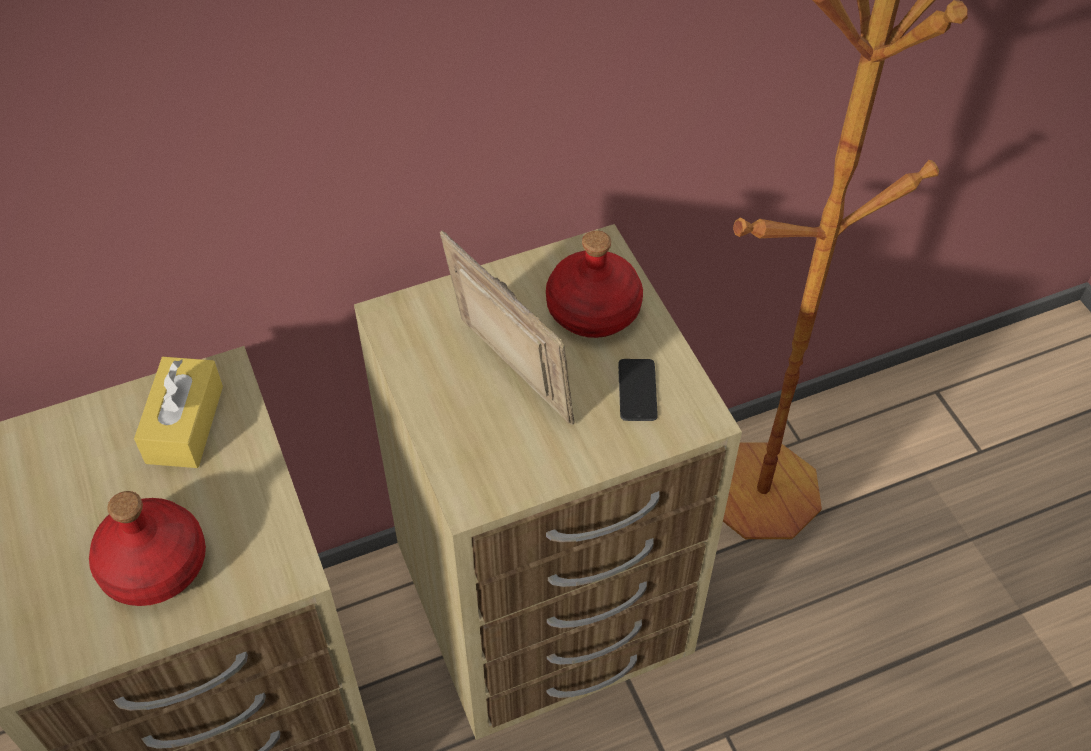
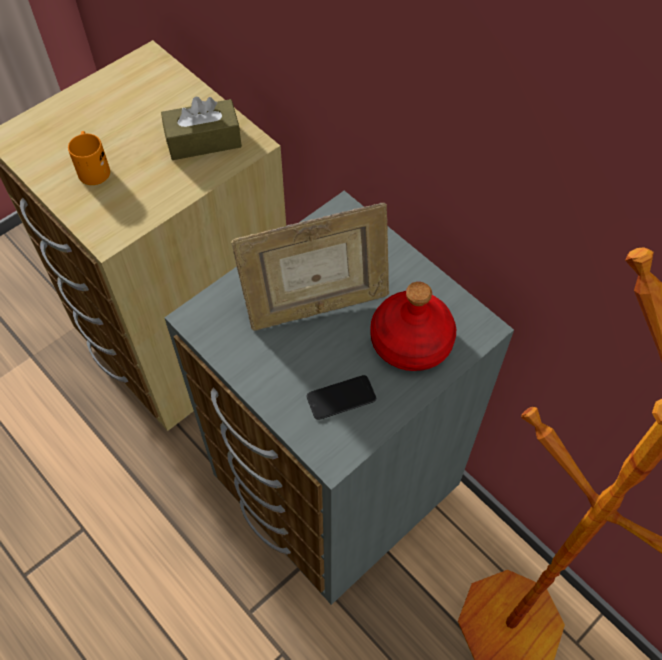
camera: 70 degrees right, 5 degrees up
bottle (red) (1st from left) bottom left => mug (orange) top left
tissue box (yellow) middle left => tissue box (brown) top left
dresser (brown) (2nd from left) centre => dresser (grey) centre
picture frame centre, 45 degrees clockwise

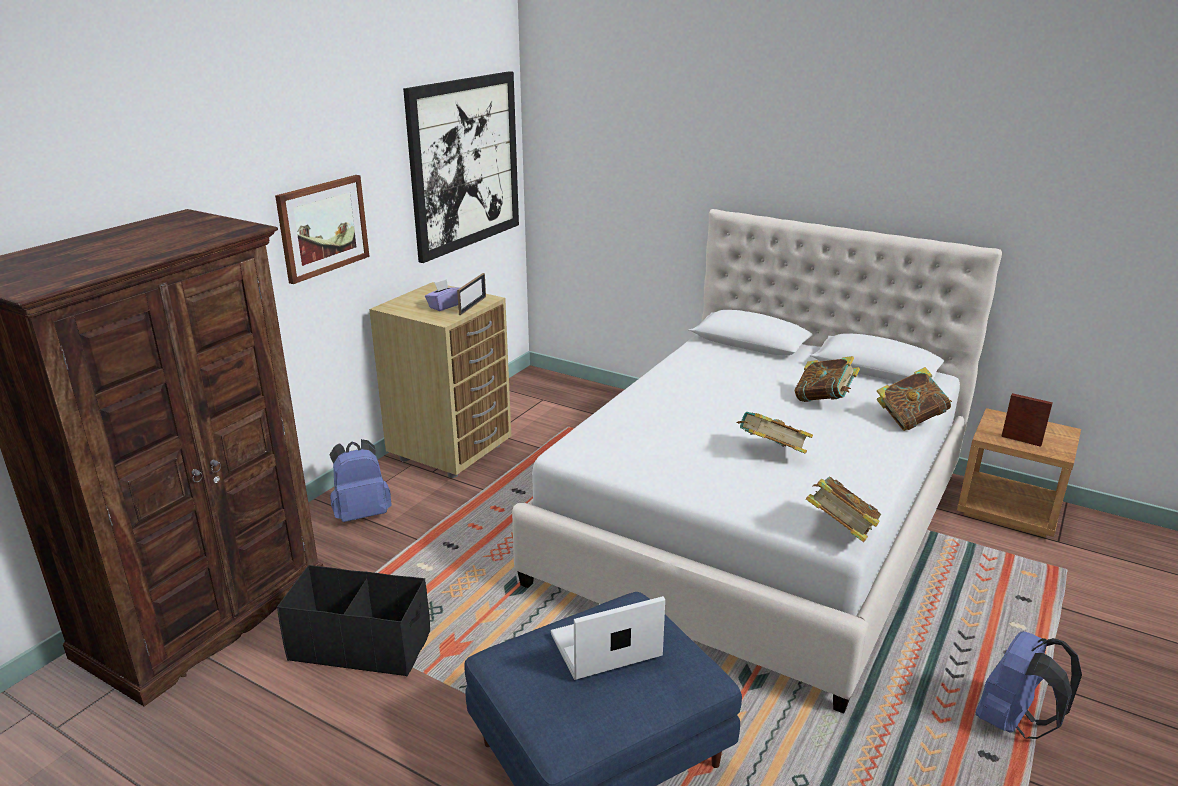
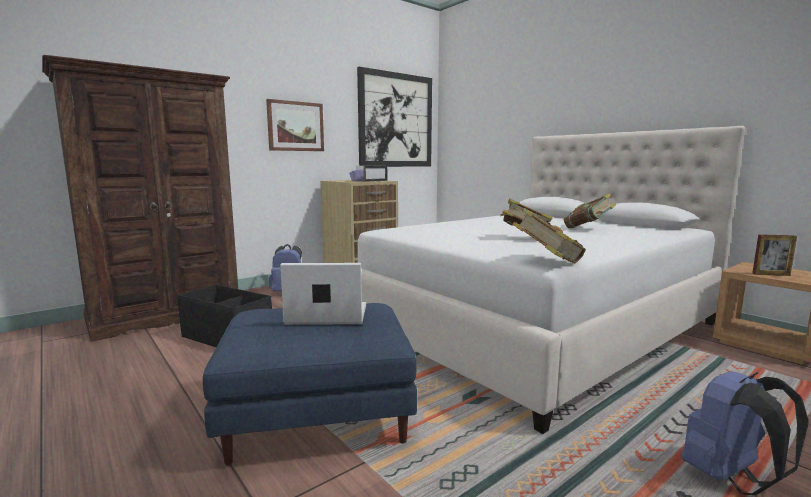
camera: 20 degrees right, 15 degrees down
picture frame (2nd from left) middle right, 135 degrees clockwise
book (4th from left) middle right => nothing

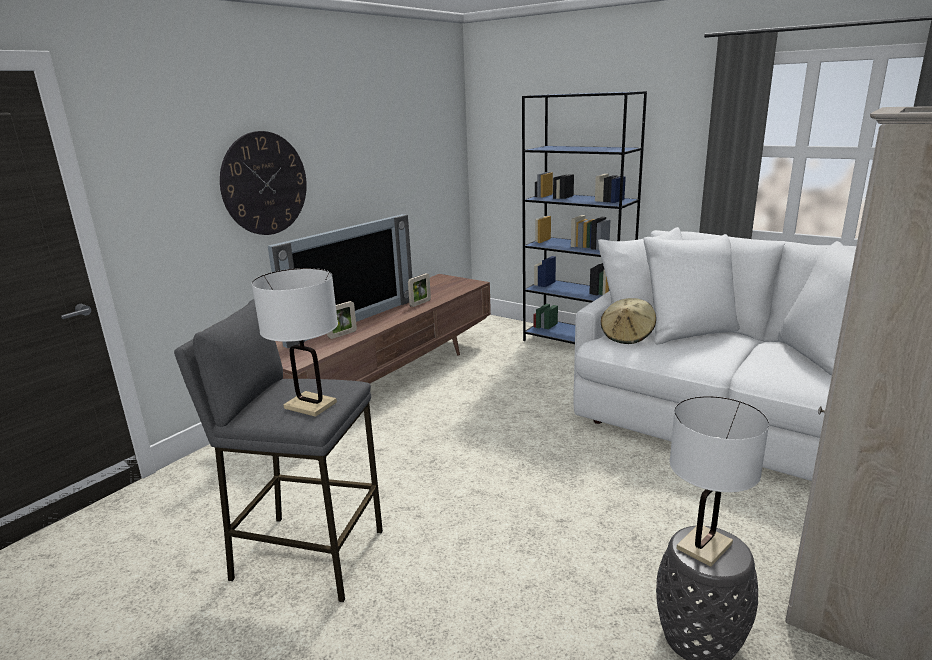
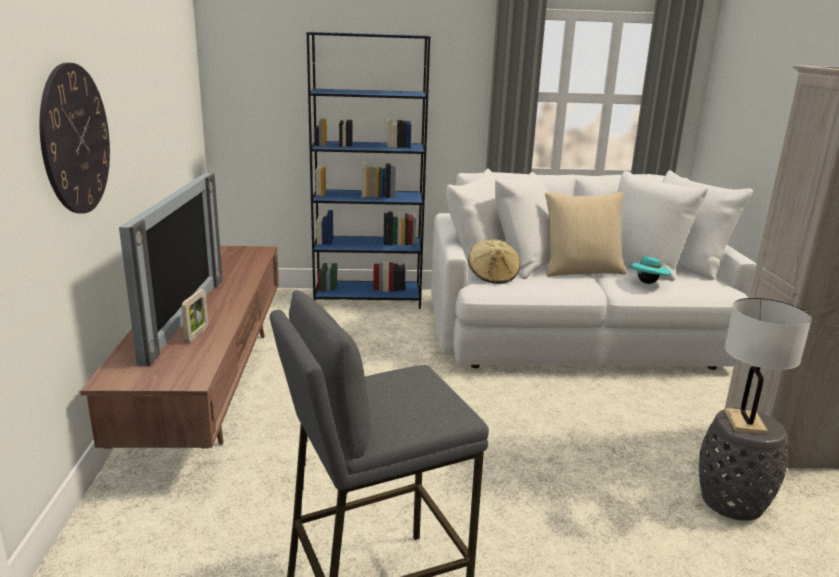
camera: 40 degrees left, 0 degrees up
nothing => pillow (beige) middle right
nothing => hat (turquoise) middle right
table lamp (white) (1st from left) middle left => nothing
picture frame (2nd from left) centre => nothing

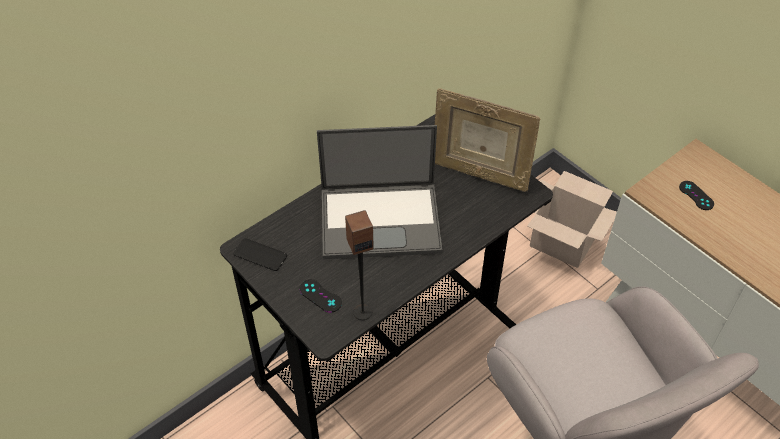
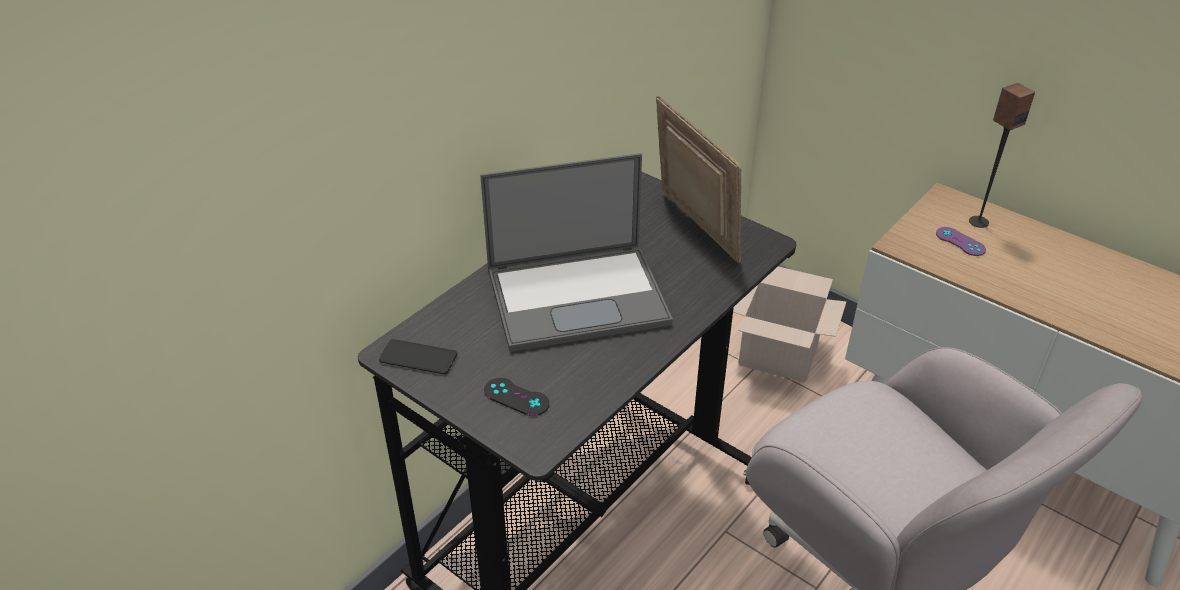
camera: 10 degrees left, 10 degrees down
picture frame top centre, 135 degrees counterclockwise
game controller (black) (2nd from left) middle right => game controller (purple) middle right
speaker centre => speaker top right, move

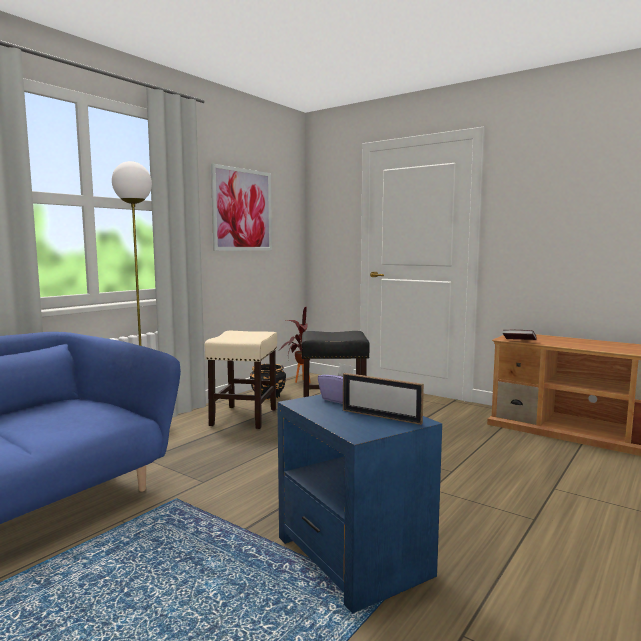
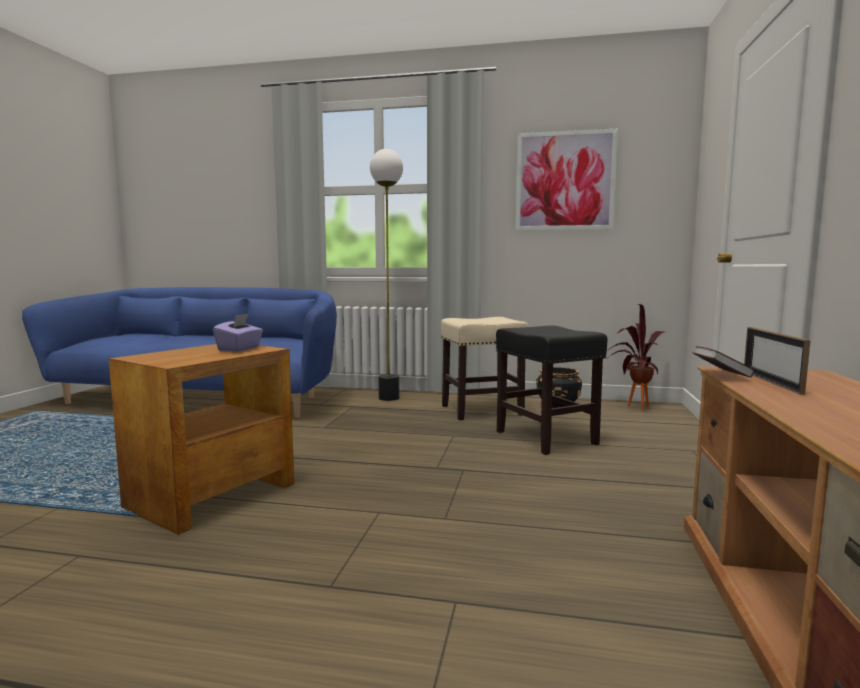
camera: 65 degrees right, 0 degrees up
side table (blue) bottom centre => side table (brown) middle left
picture frame centre => picture frame middle right, move

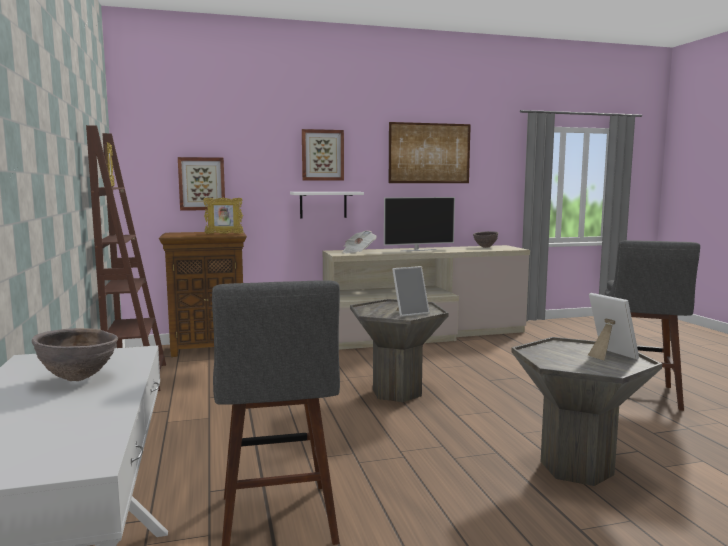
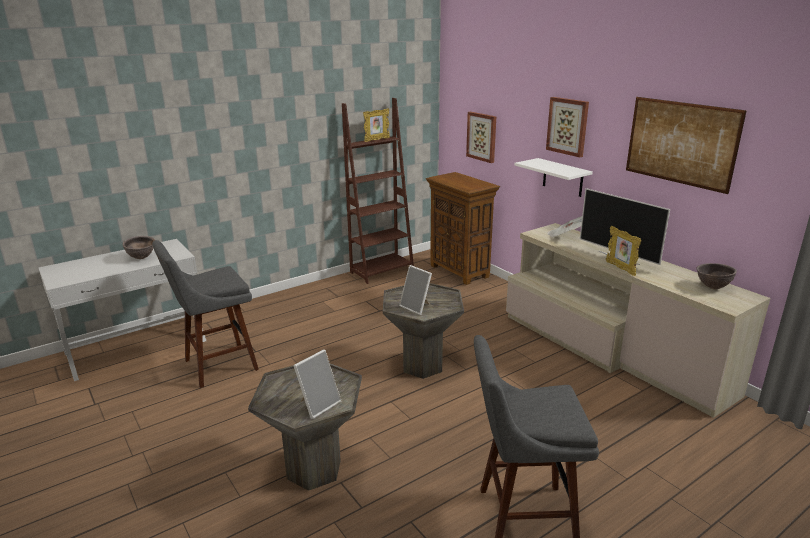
camera: 70 degrees right, 15 degrees up
picture frame (2nd from left in the first image) middle left => picture frame (4th from left) middle right, move

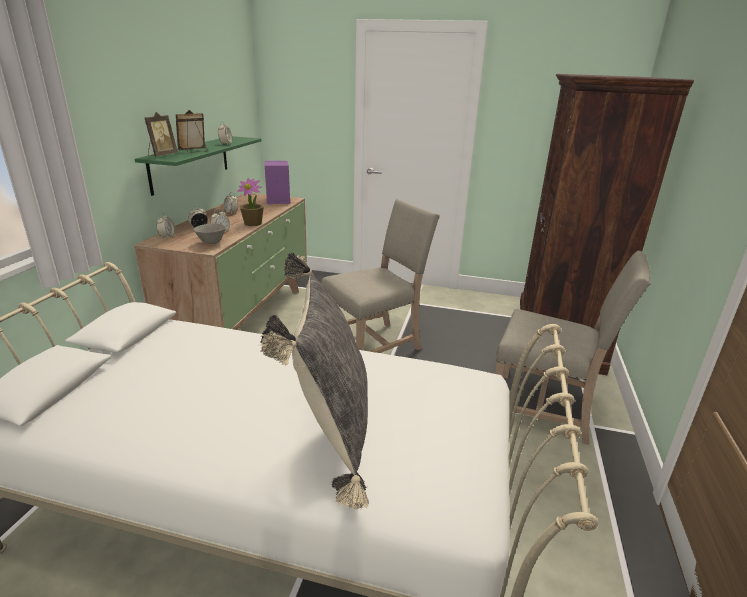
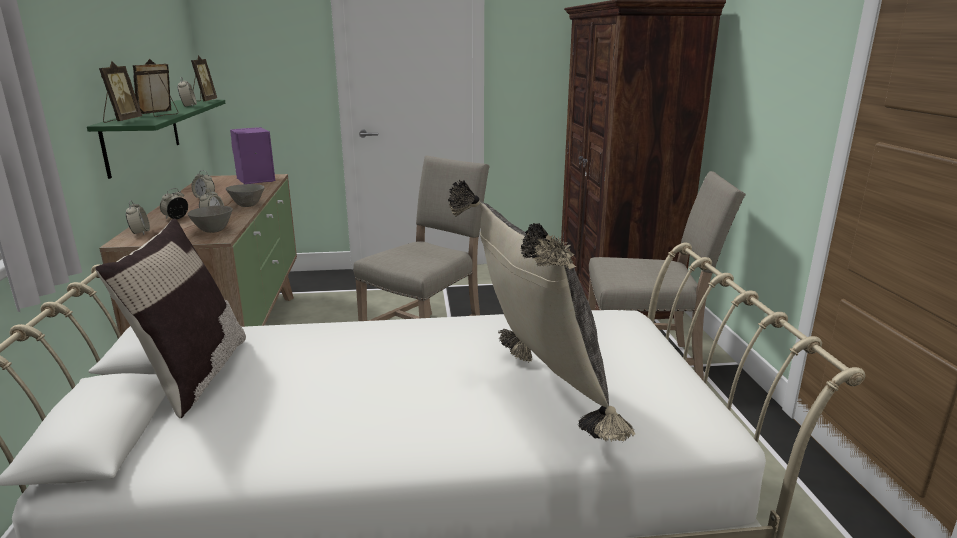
camera: 20 degrees left, 5 degrees down
nothing => pillow (1st from left) middle left
nothing => picture frame (3rd from left) top left
potted plant centre => bowl (grey) (2nd from left) middle left

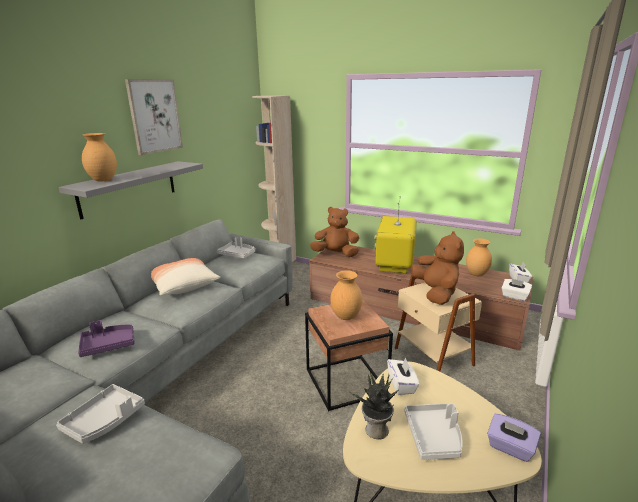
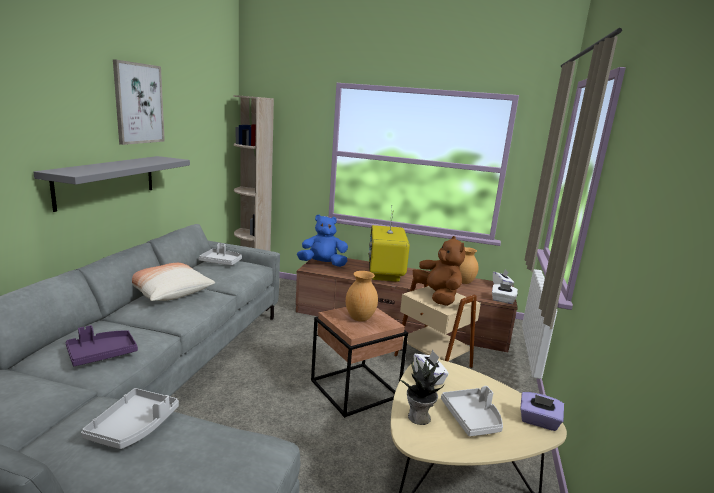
camera: 15 degrees left, 5 degrees down
plush toy (brown) (1st from left) centre => plush toy (blue) centre
vase (brown) (1st from left) top left => nothing

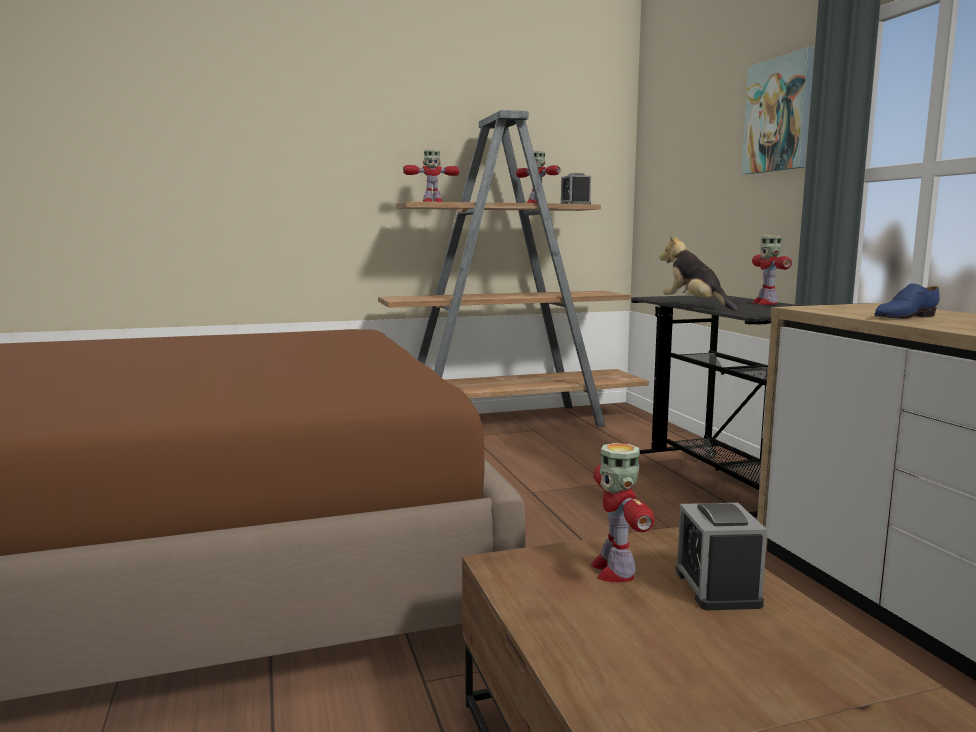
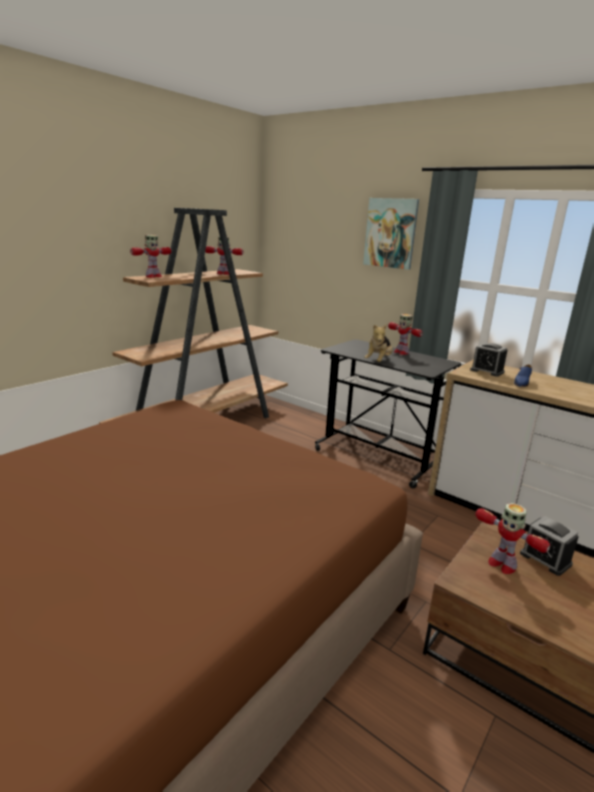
camera: 35 degrees left, 10 degrees up
plush toy middle right => plush toy centre, 90 degrees counterclockwise
alarm clock (1st from left) top centre => alarm clock (1st from left) middle right, move

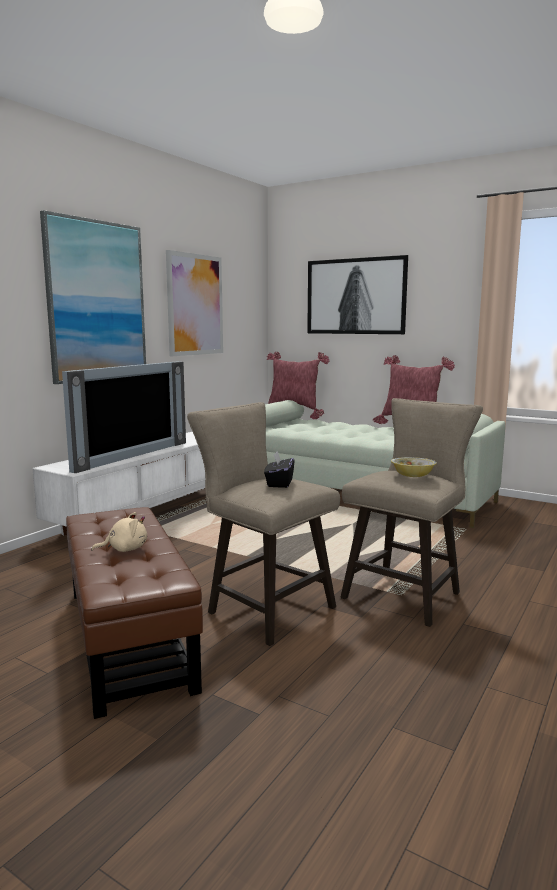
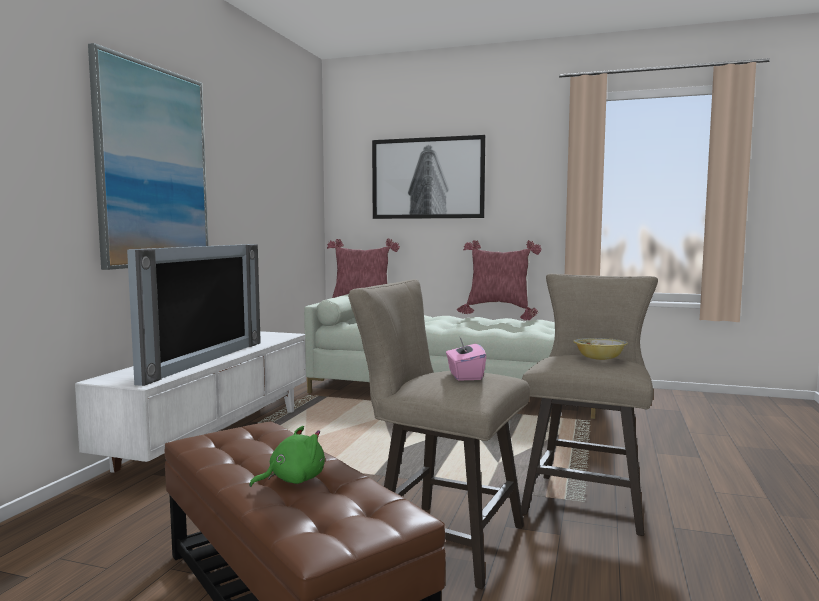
camera: 15 degrees left, 5 degrees down
plush toy (beige) middle left => plush toy (green) bottom centre
tissue box (black) centre => tissue box (pink) centre
picture (2nd from left) centre => nothing

